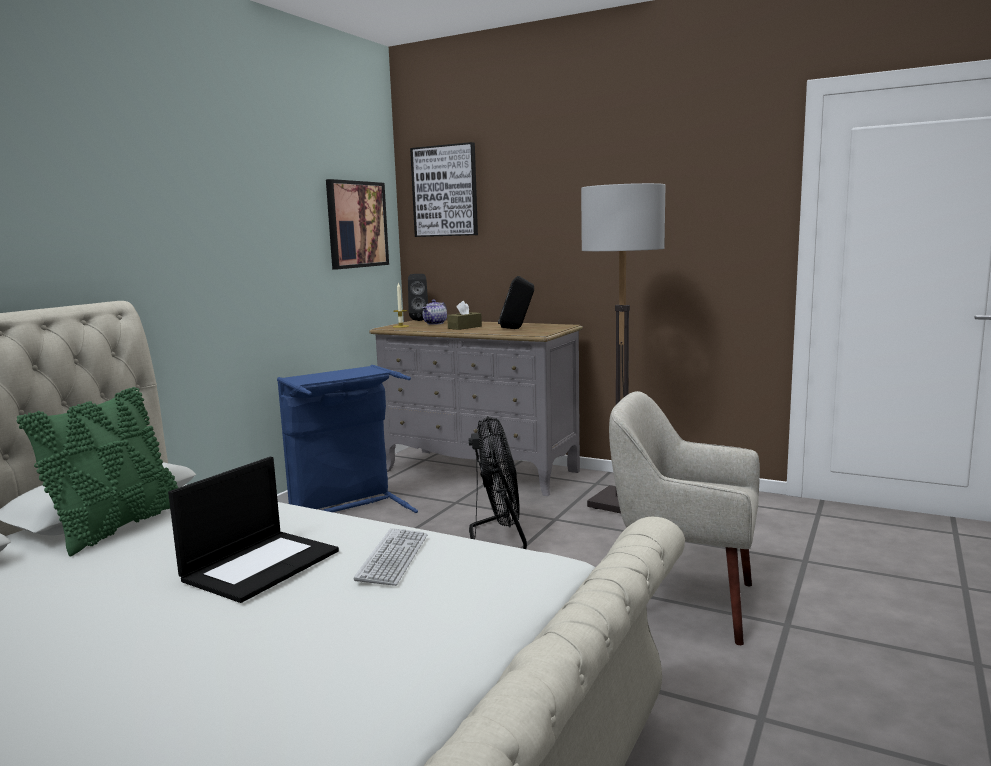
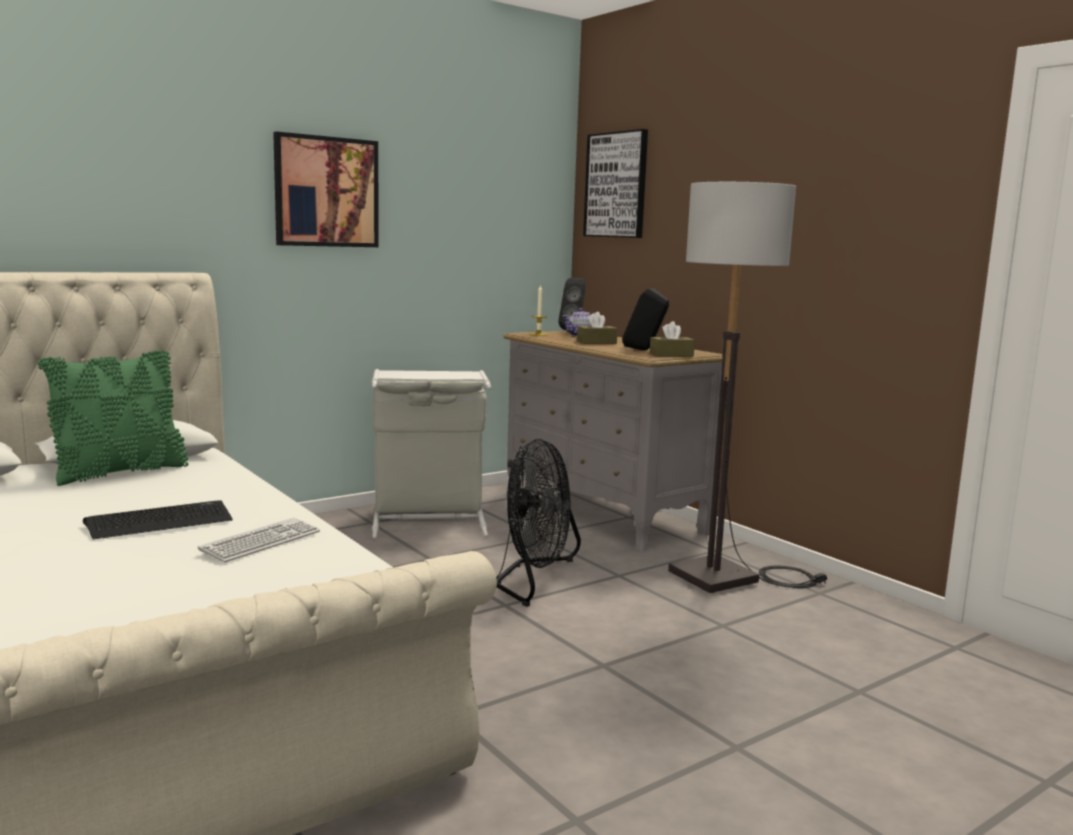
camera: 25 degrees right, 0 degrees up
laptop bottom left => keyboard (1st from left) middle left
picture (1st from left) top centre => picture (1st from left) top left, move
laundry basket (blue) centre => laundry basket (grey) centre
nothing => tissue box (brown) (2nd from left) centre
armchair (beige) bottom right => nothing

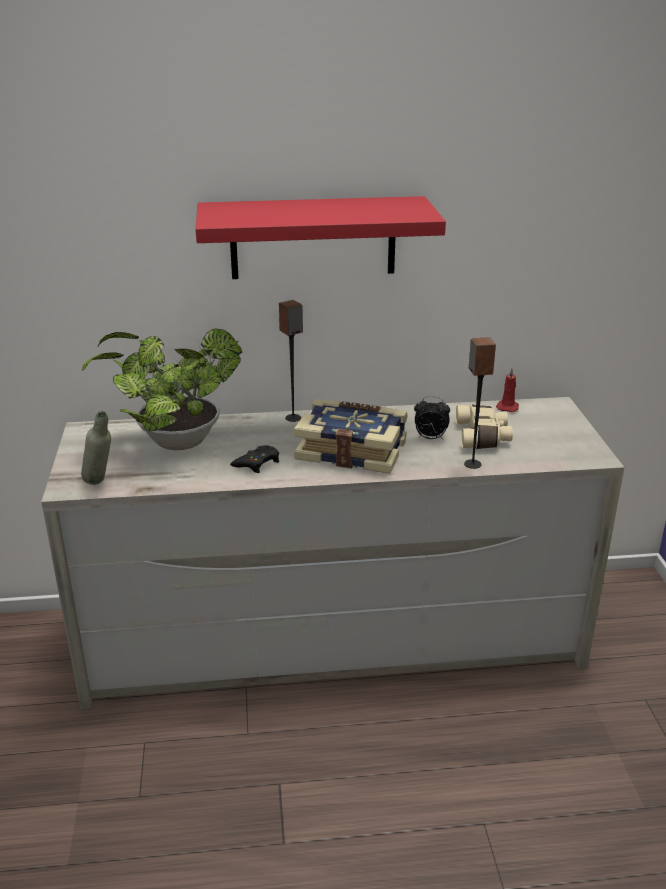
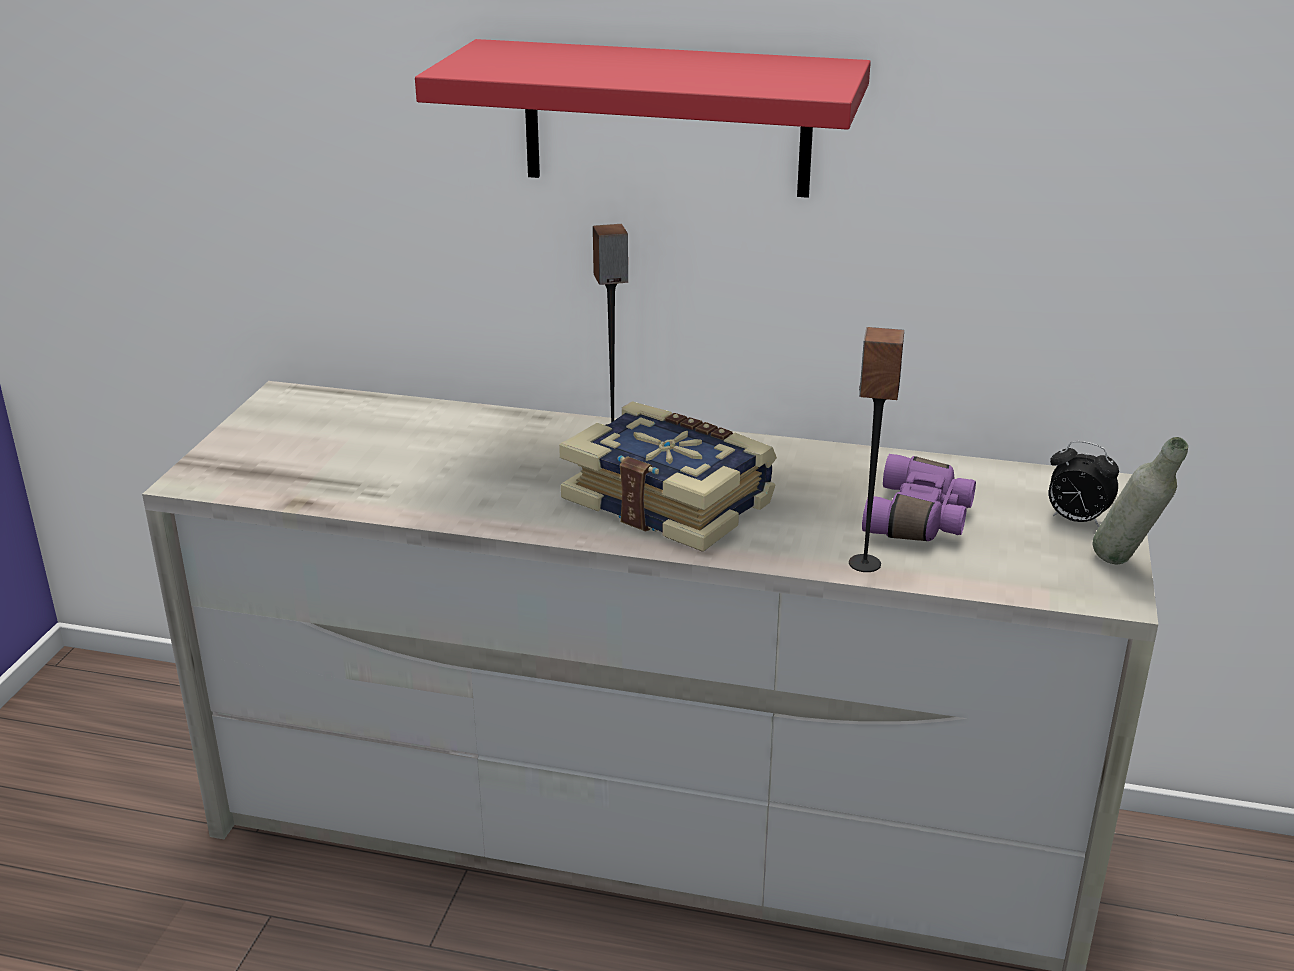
camera: 20 degrees right, 0 degrees up
binoculars (beige) middle right => binoculars (purple) middle right
alarm clock centre => alarm clock middle right, move
bottle (grey) middle left => bottle (grey) middle right, move
potted plant middle left => nothing
game controller (black) centre => nothing
candle (red) middle right => nothing

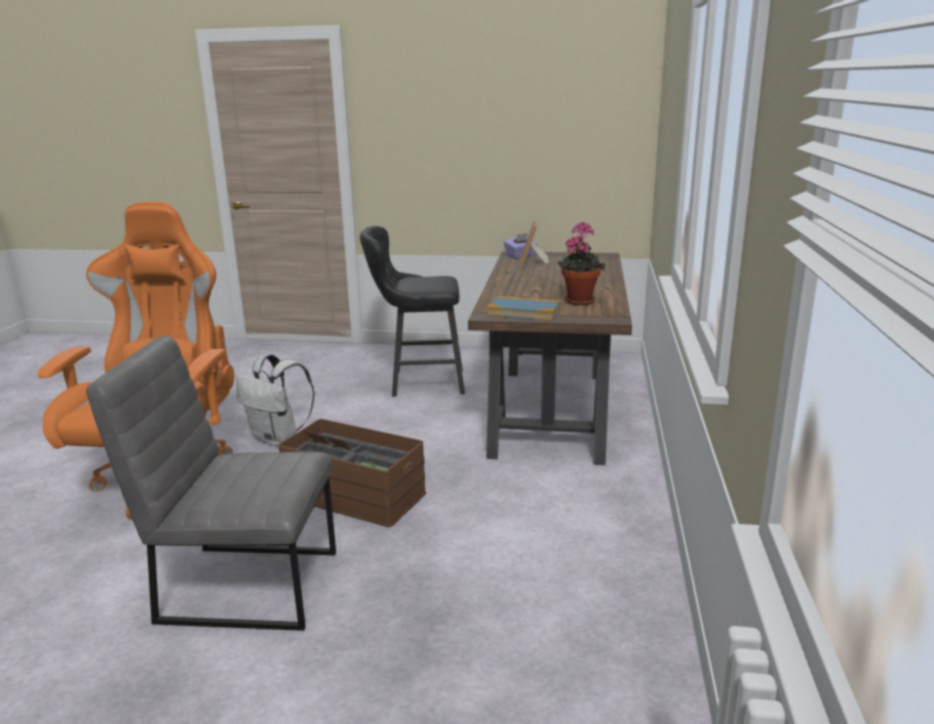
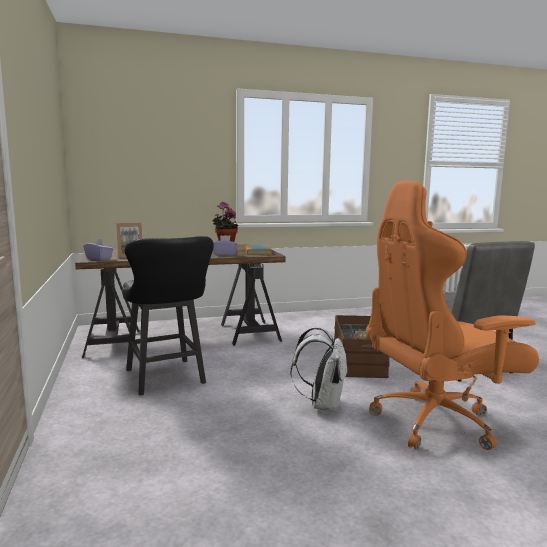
camera: 115 degrees left, 10 degrees down
nothing => tissue box (purple) (2nd from left) centre

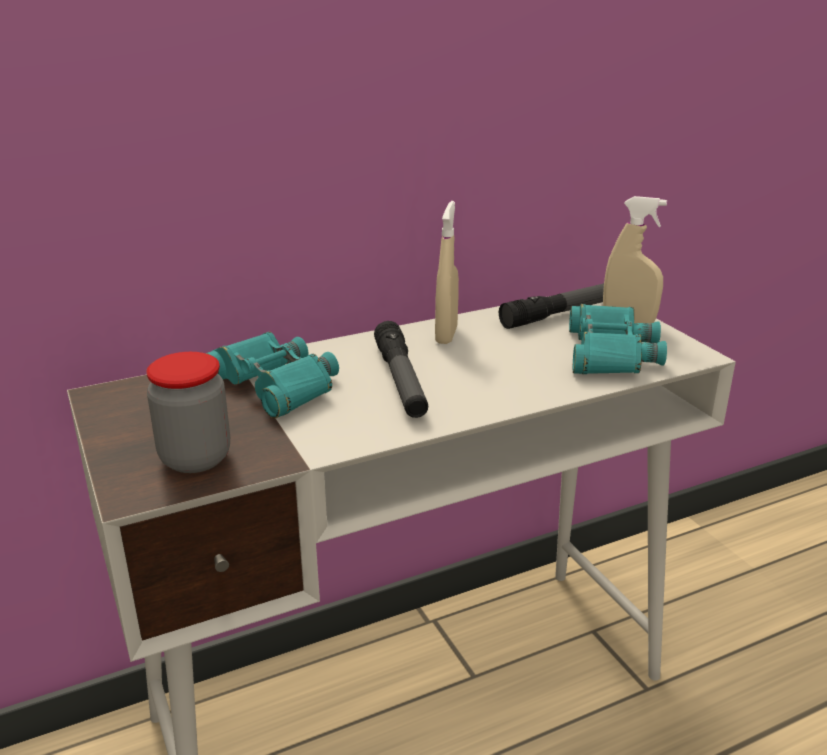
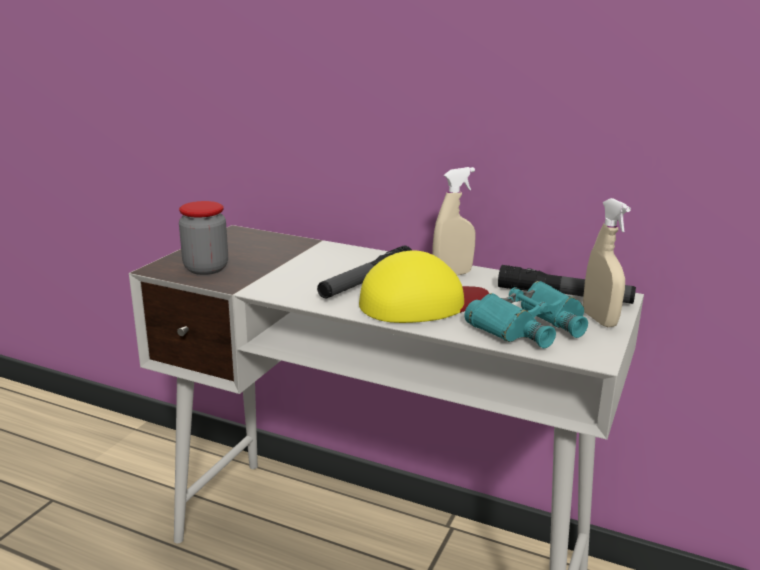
camera: 50 degrees right, 5 degrees down
nothing => cap (yellow) centre
binoculars (turquoise) (1st from left) middle left => nothing

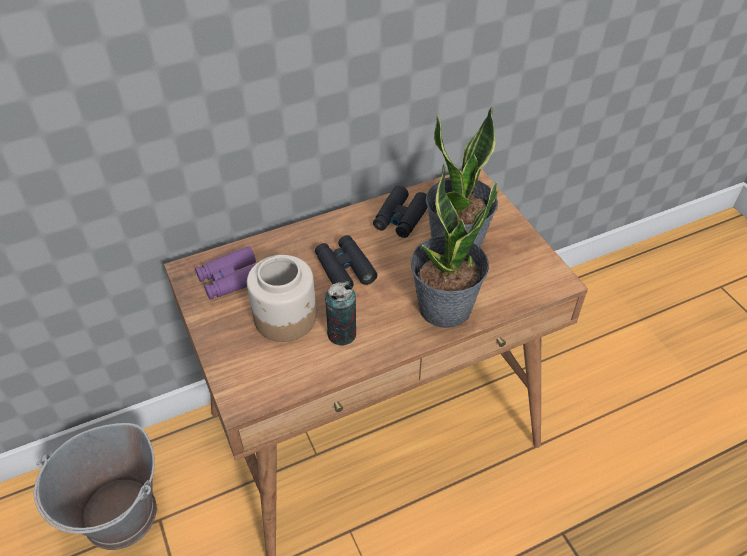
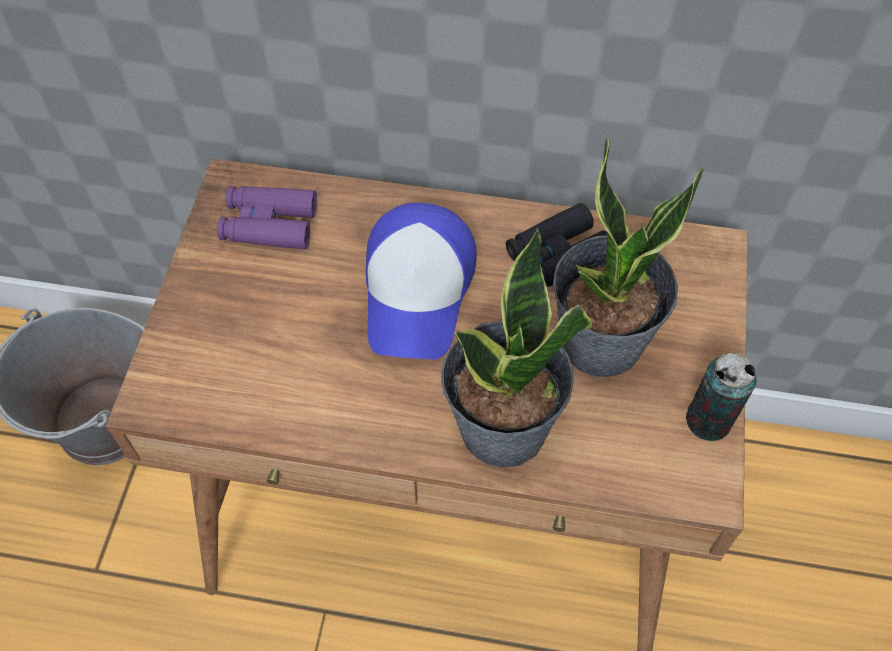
camera: 35 degrees right, 10 degrees up
binoculars (black) (1st from left) centre => cap centre
can centre => can middle right, move
jar centre => nothing

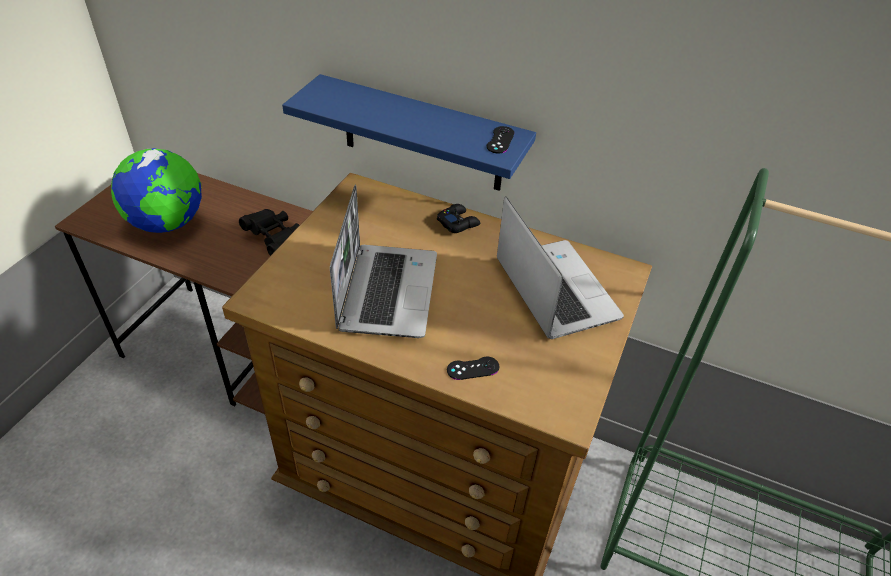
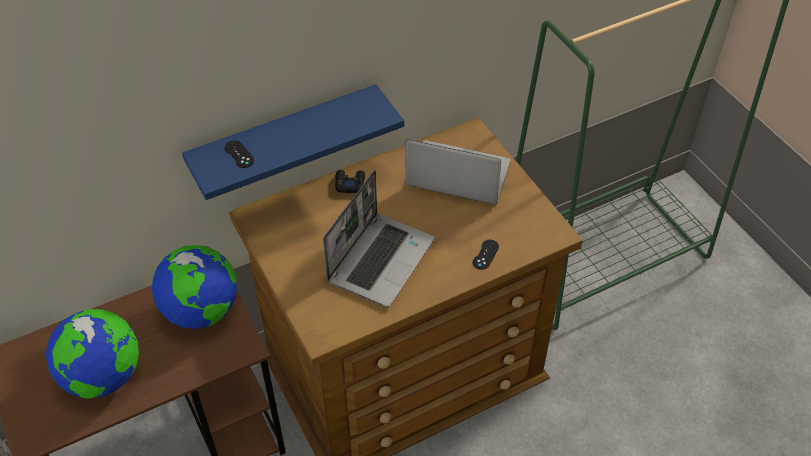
camera: 50 degrees left, 5 degrees up
binoculars (black) middle left => globe (2nd from left) middle left
game controller (black) (3rd from left in the first image) top centre => game controller (black) (1st from left) middle left, move
laptop (1st from left) centre, 75 degrees clockwise

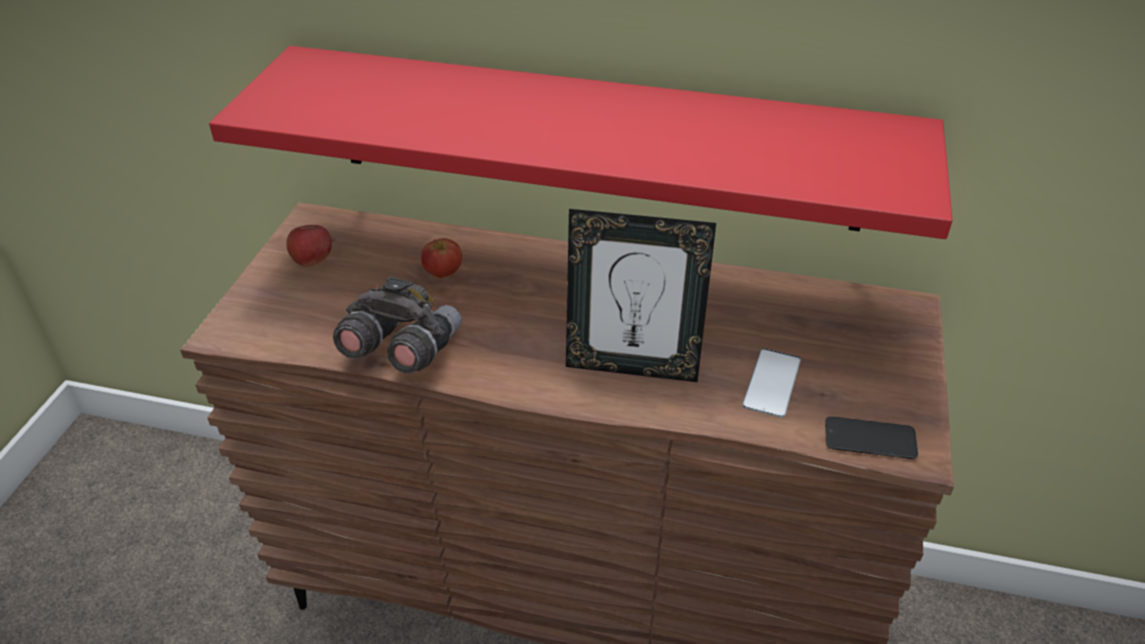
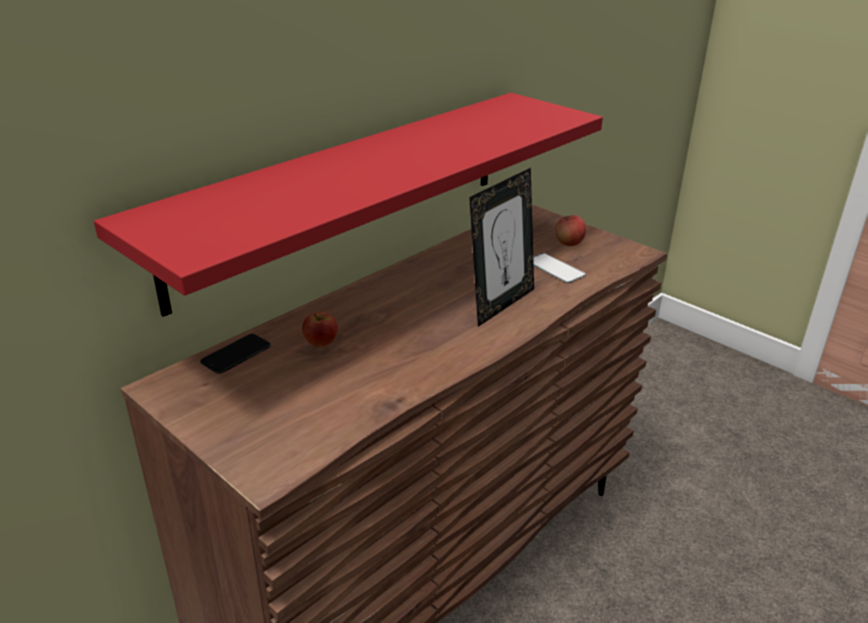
camera: 60 degrees left, 10 degrees down
phone (2nd from left in the first image) bottom right => phone (1st from left) middle left, move
apple (1st from left in the first image) middle left => apple (2nd from left) centre, move
binoculars (grey) centre => nothing

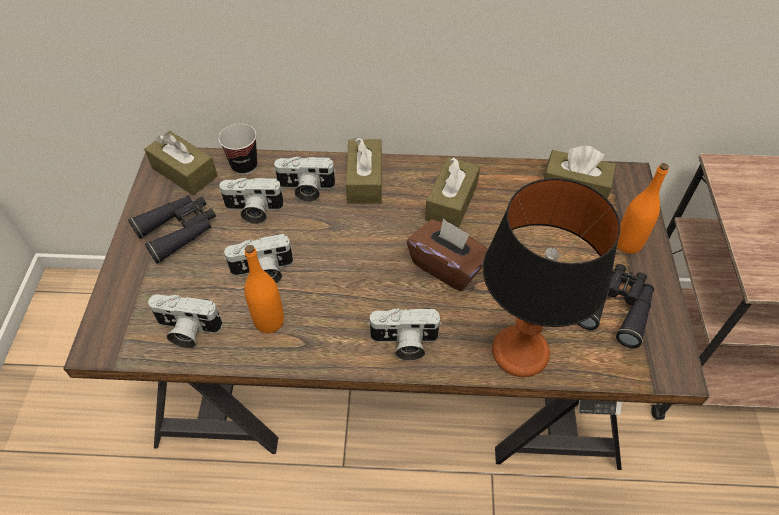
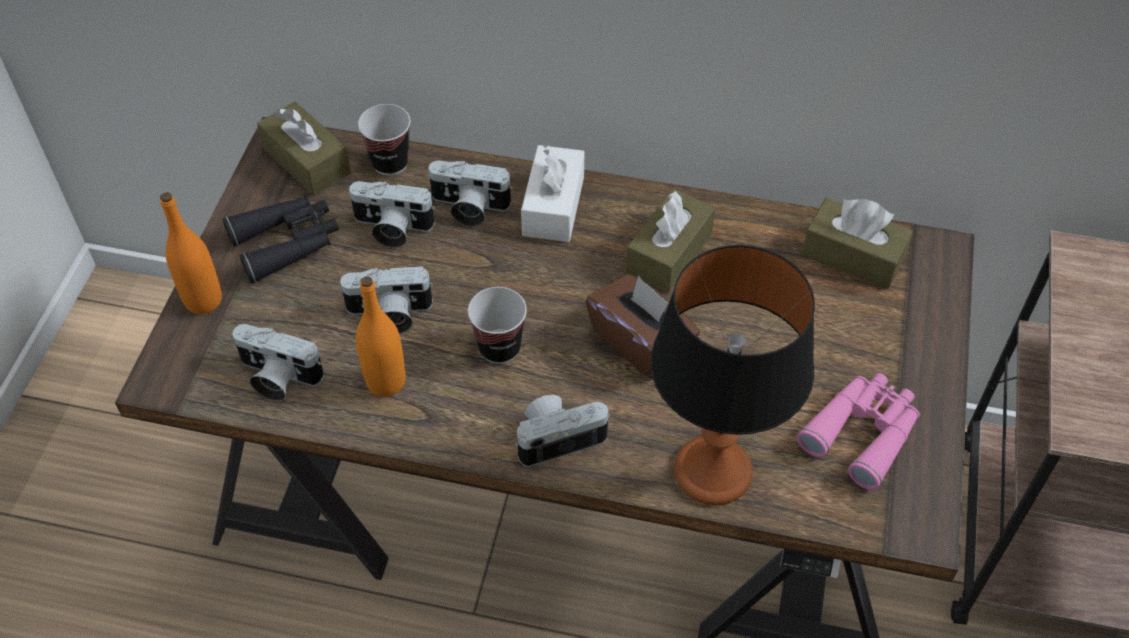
camera: 10 degrees right, 0 degrees up
bottle (orange) (2nd from left in the first image) middle right => bottle (orange) (1st from left) middle left, move
nothing => cup (2nd from left) centre
photo camera (5th from left) centre => photo camera (5th from left) bottom centre, 150 degrees clockwise
tissue box (brown) (2nd from left) top centre => tissue box (white) top centre
binoculars (black) (2nd from left) middle right => binoculars (pink) bottom right

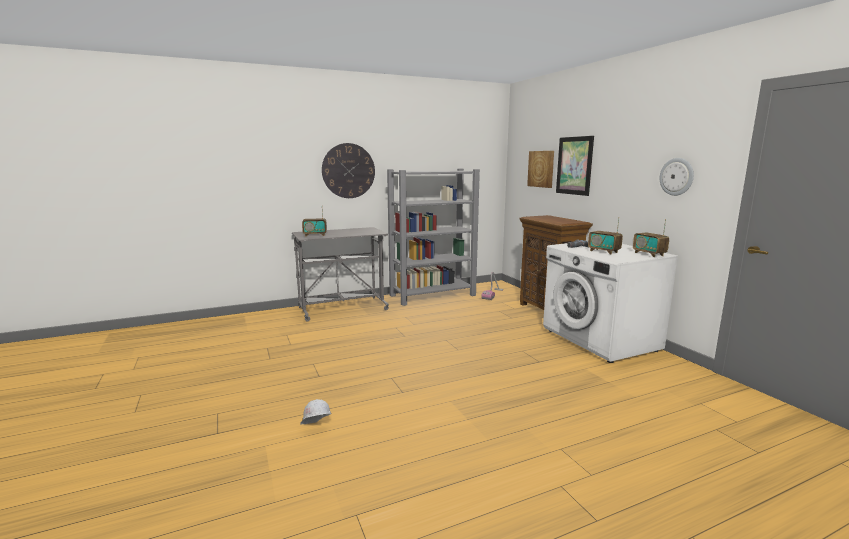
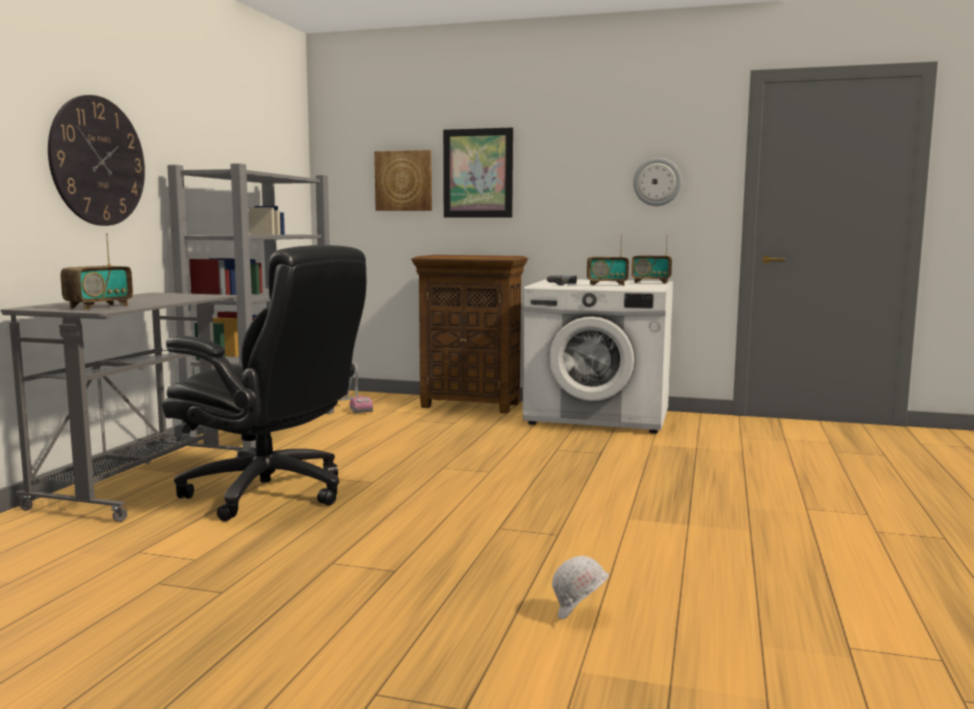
camera: 50 degrees left, 5 degrees down
nothing => office chair (black) middle left

